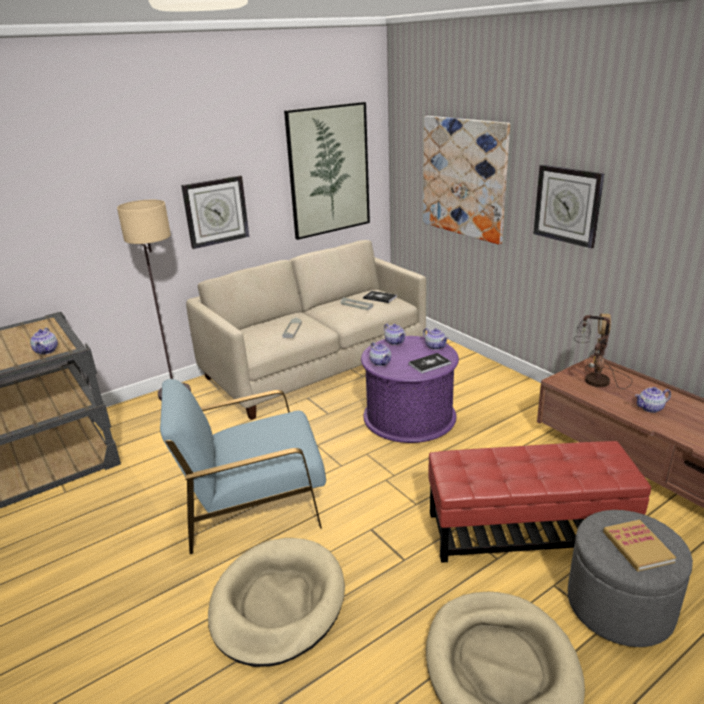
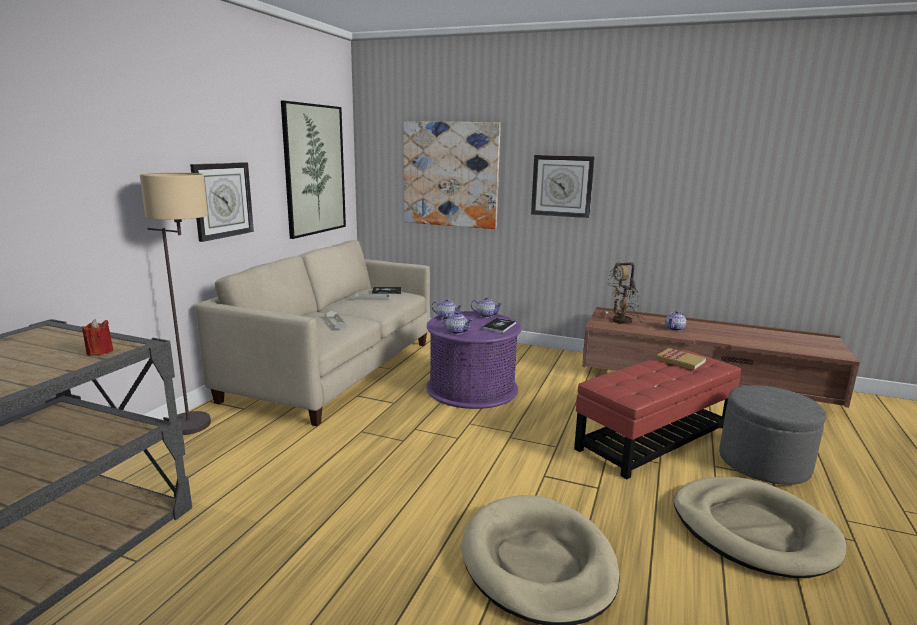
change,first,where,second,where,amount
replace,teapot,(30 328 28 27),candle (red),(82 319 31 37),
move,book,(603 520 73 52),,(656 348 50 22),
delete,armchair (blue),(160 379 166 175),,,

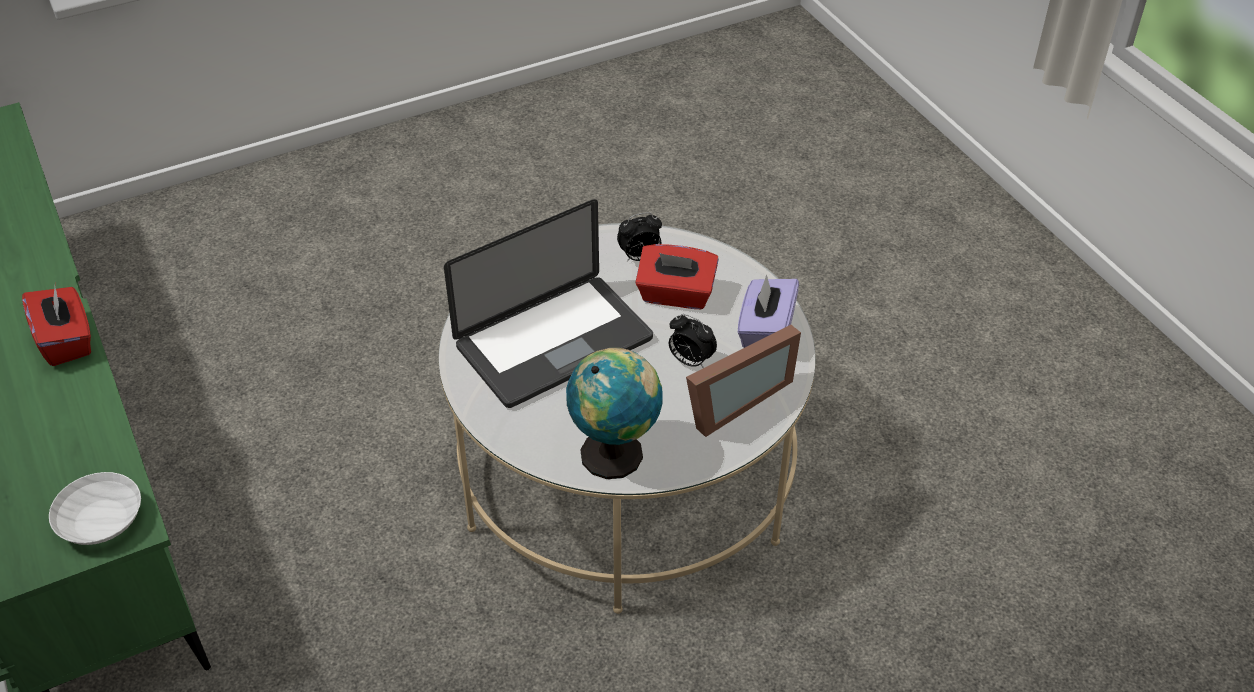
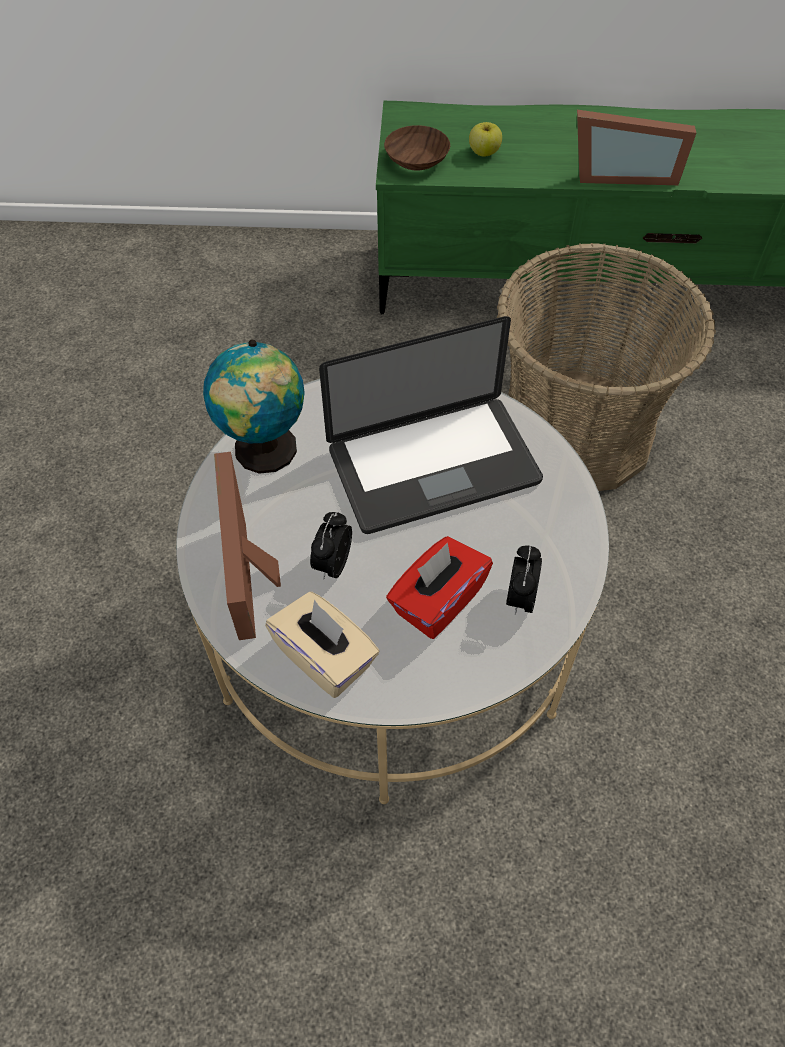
change,first,where,second,where,amount
recolor,tissue box (purple),(738 274 61 74),tissue box (beige),(265 592 114 106),
rotate,alarm clock,(669 314 48 54),,(310 512 42 67),45 degrees counterclockwise
rotate,laptop,(444 199 209 209),,(319 316 224 218),105 degrees counterclockwise
recolor,bowl (white),(49 472 92 73),bowl (brown),(384 125 66 46),
insert,,,apple,(469 122 33 35),
insert,,,basket,(497 243 219 248),
replace,tissue box (red),(22 287 69 79),picture frame,(577 110 119 75),

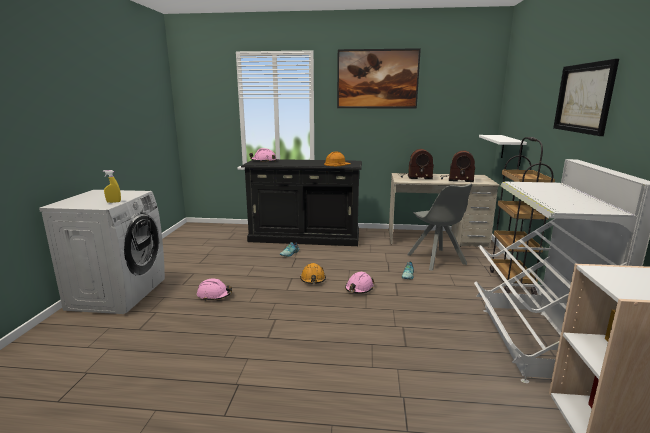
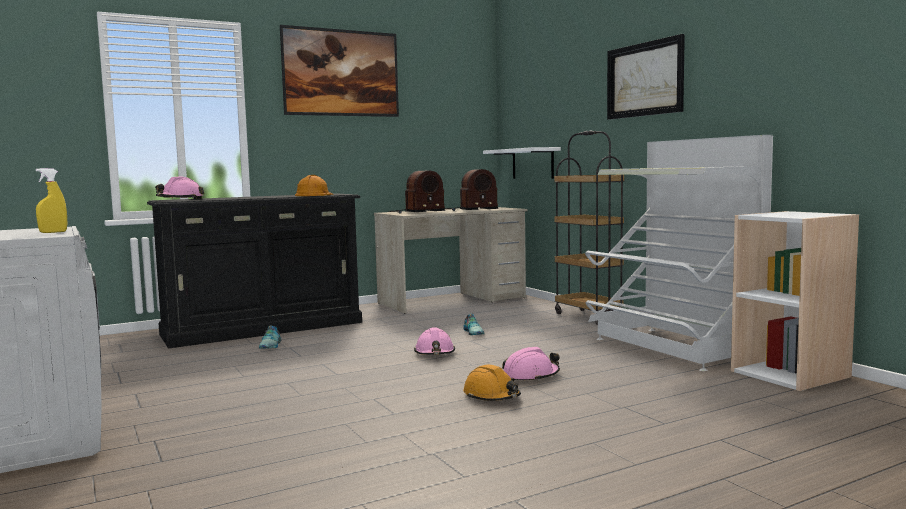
change,first,where,second,where,amount
move,hard hat (orange),(300 263 26 21),,(463 365 58 36),
move,hard hat (pink),(197 279 35 22),,(502 347 58 34),
delete,chair (grey),(407 184 65 87),,,

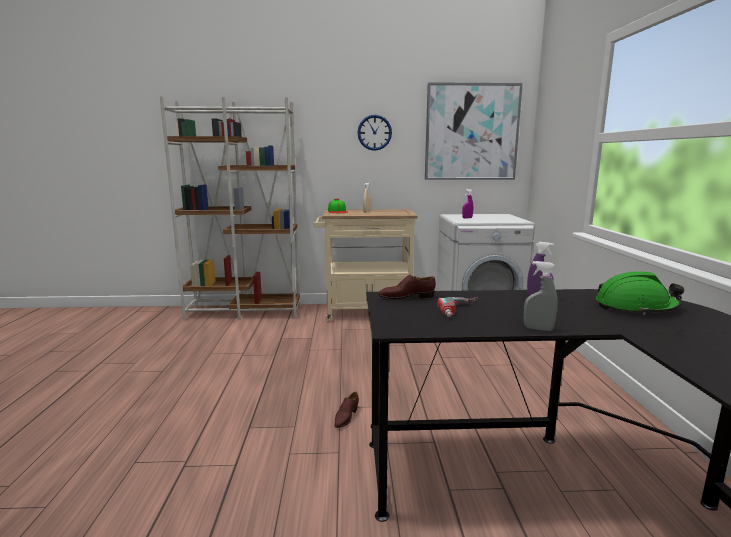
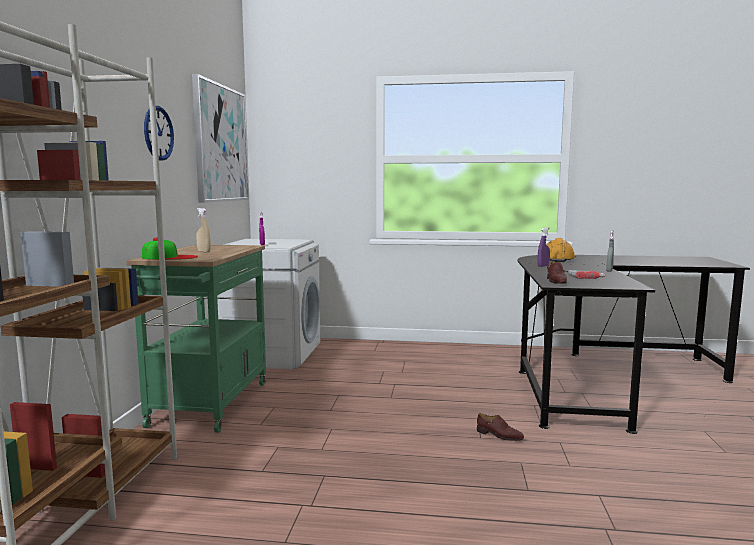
change,first,where,second,where,amount
recolor,cart (beige),(313 209 105 113),cart (green),(126 244 140 189),
recolor,hard hat (green),(596 271 88 44),hard hat (orange),(546 238 30 24),

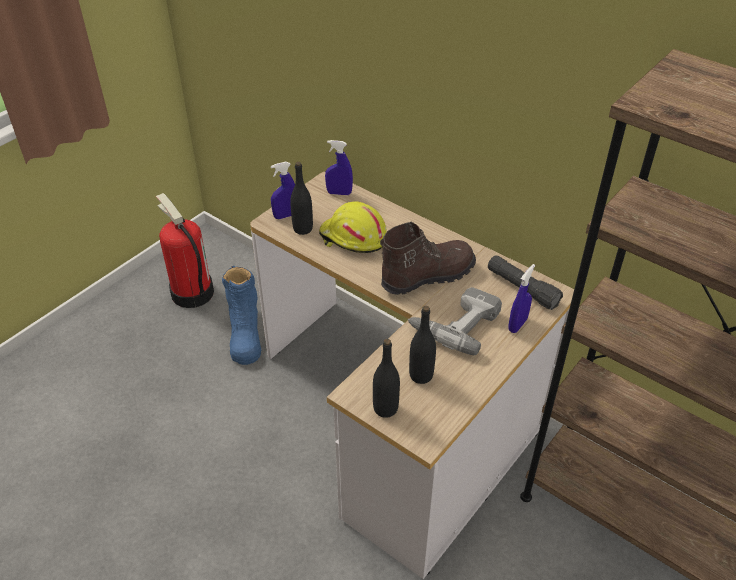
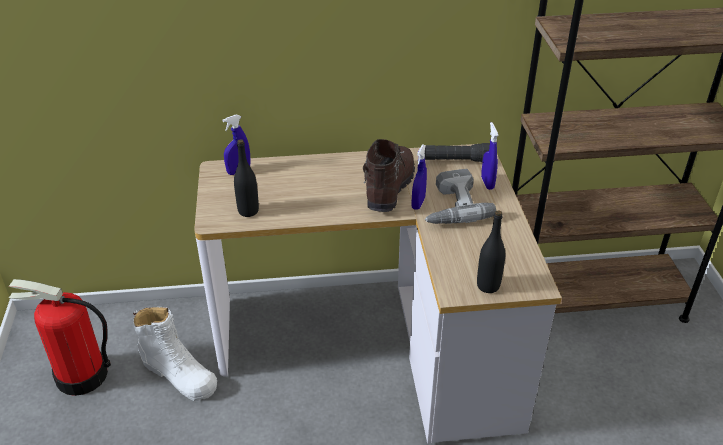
change,first,where,second,where,amount
recolor,boot (blue),(222 266 39 99),boot (white),(133 307 84 94),
move,spray bottle (blue),(271 162 24 57),,(412 144 15 66),
delete,hard hat (yellow),(319 201 67 52),,,
delete,bottle (black),(409 306 27 78),,,

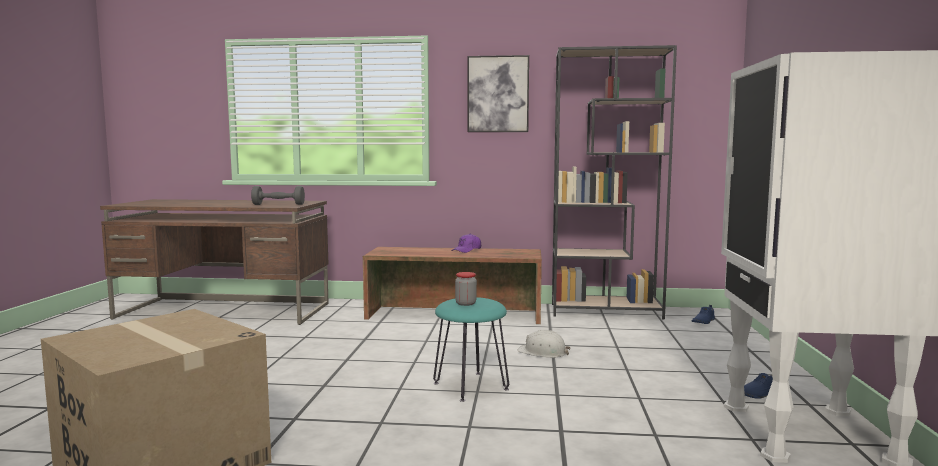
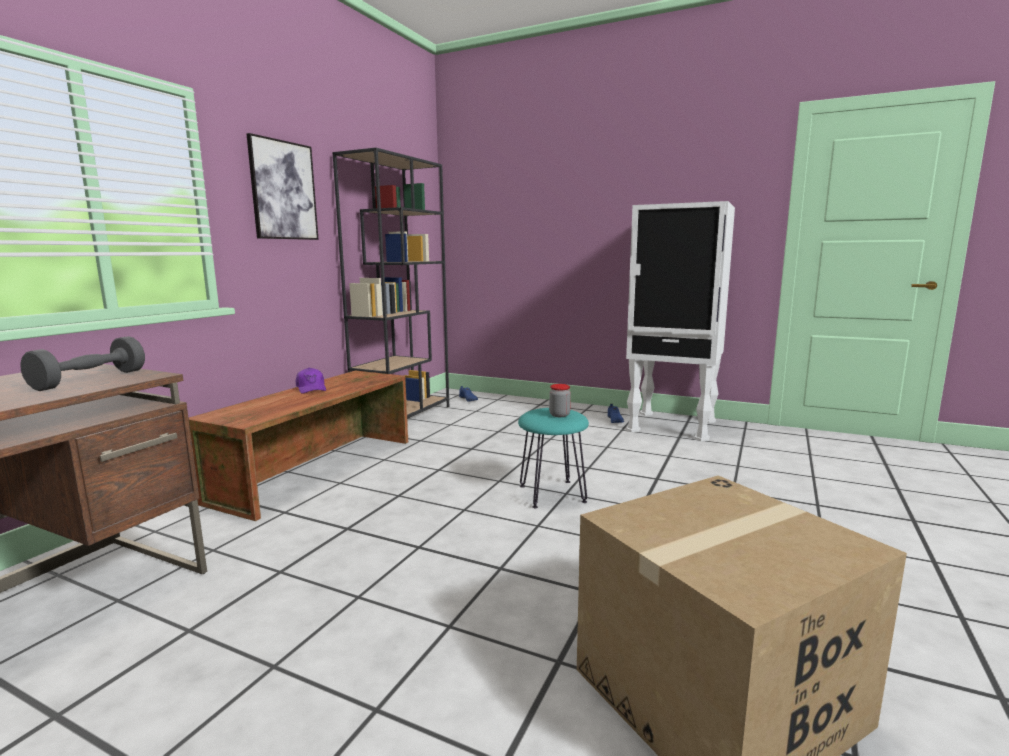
change,first,where,second,where,amount
delete,hard hat (white),(517 330 54 28),,,

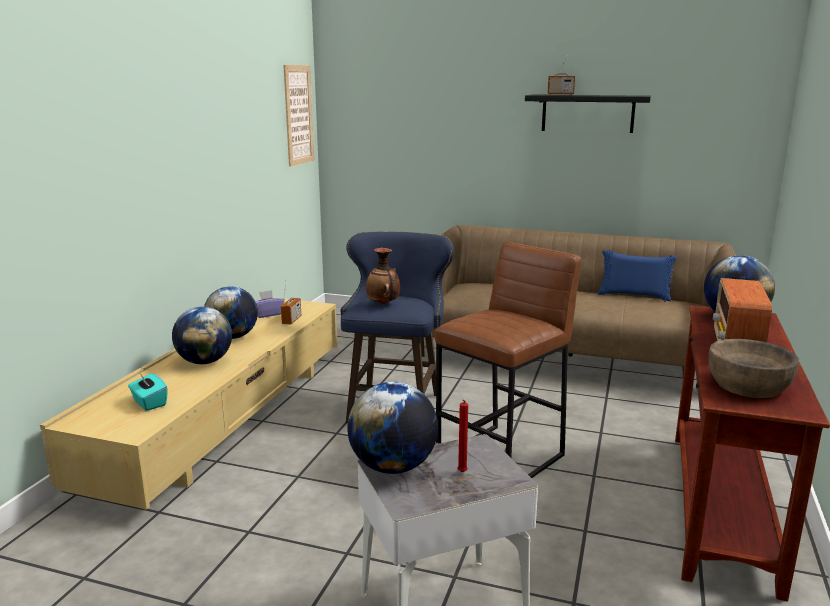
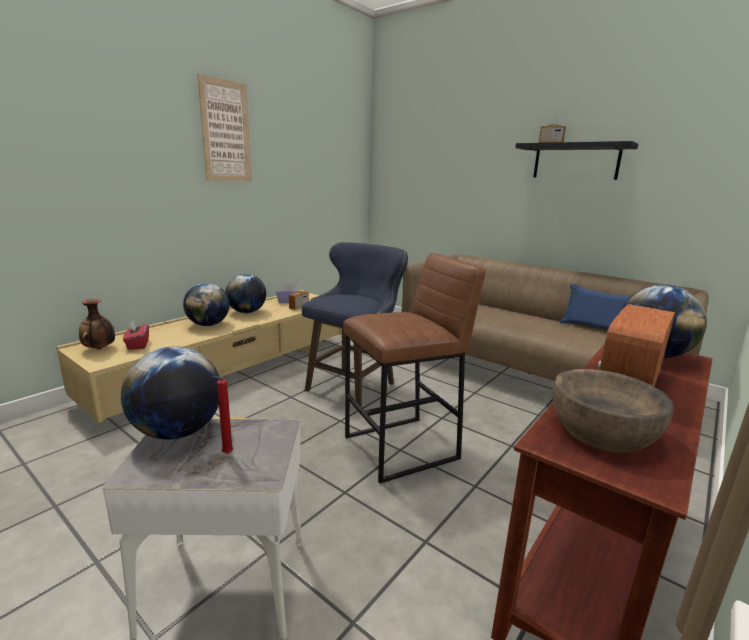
change,first,where,second,where,amount
move,vase,(366 248 34 56),,(79 299 36 50),
recolor,tissue box (turquoise),(128 374 40 37),tissue box (red),(123 321 26 29),
move,picture,(283 65 31 102),,(197 74 54 107),

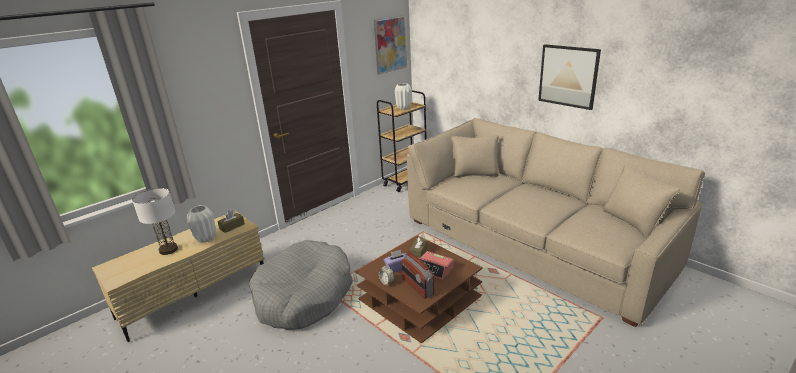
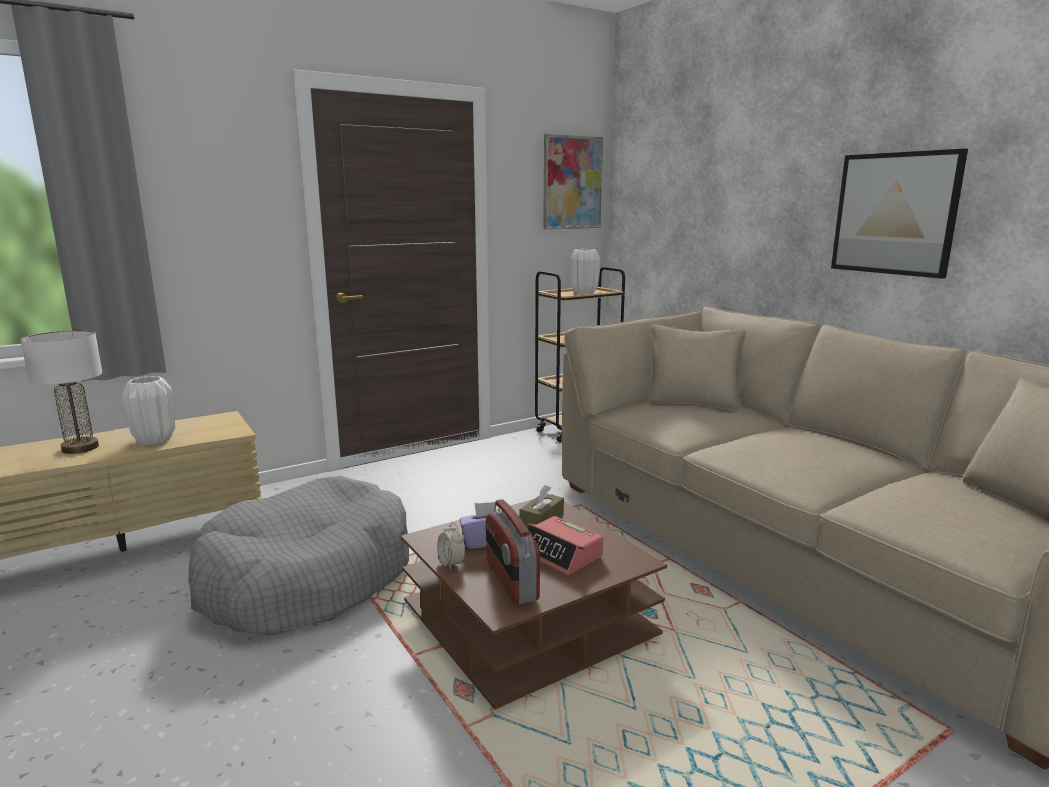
change,first,where,second,where,amount
delete,tissue box (brown),(217 210 28 23),,,

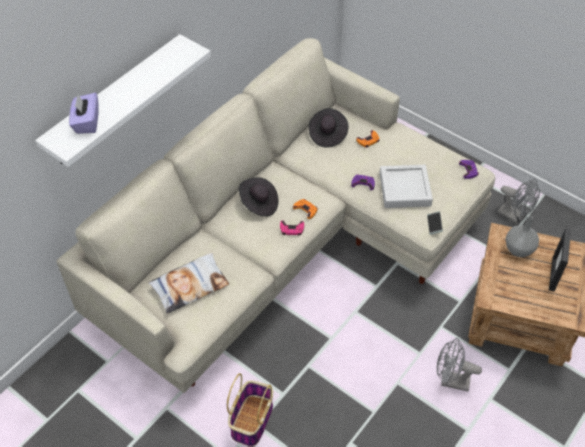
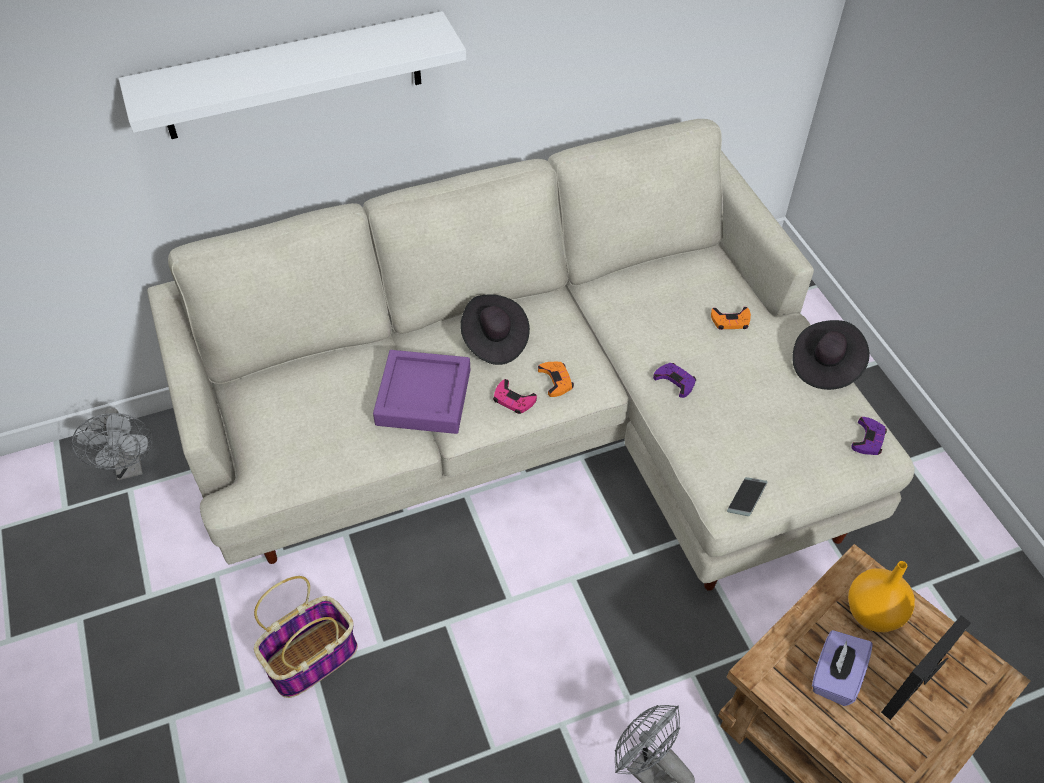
change,first,where,second,where,amount
move,fan (grey),(497 179 43 45),,(72 407 81 73),
insert,,,tray (purple),(373 350 97 84),
move,hat (black),(309 108 39 40),,(792 320 77 70),
move,tissue box (purple),(69 93 30 41),,(812 630 61 76),
recolor,vase (grey),(506 216 33 41),vase (orange),(848 561 67 71),
delete,pillow,(149 253 80 61),,,
delete,tray (grey),(379 165 54 43),,,

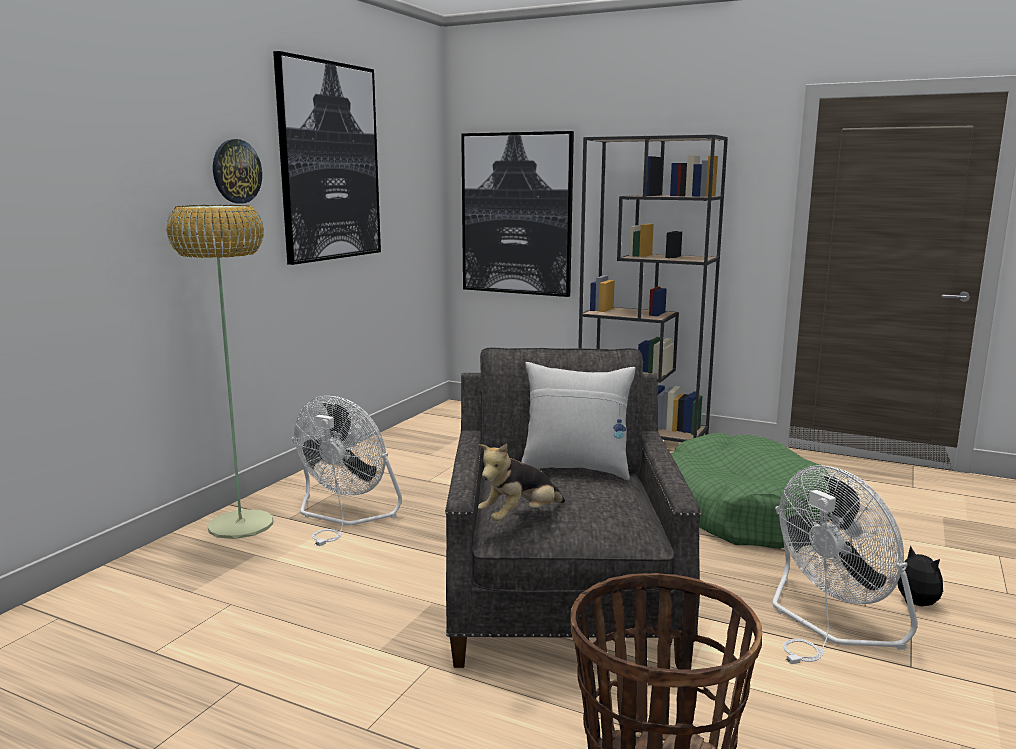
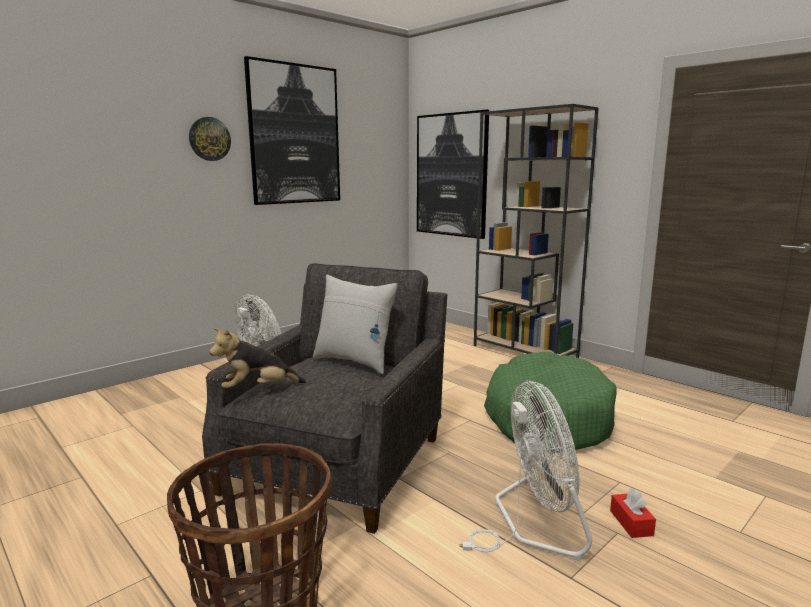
change,first,where,second,where,amount
replace,plush toy,(888 546 55 60),tissue box (red),(610 488 46 50),
delete,floor lamp,(166 205 107 334),,,

